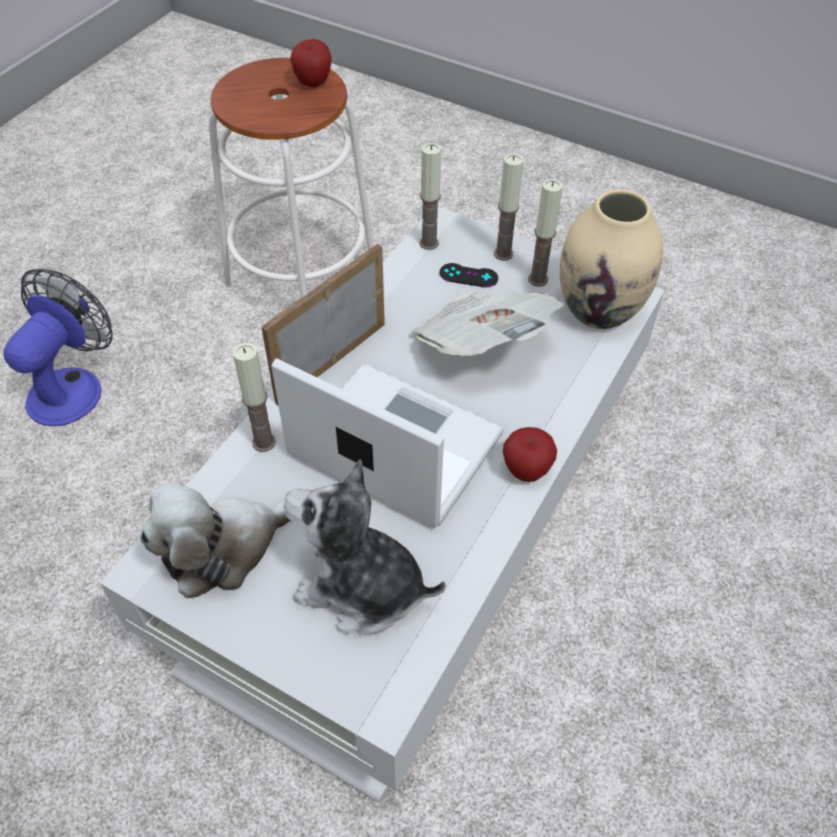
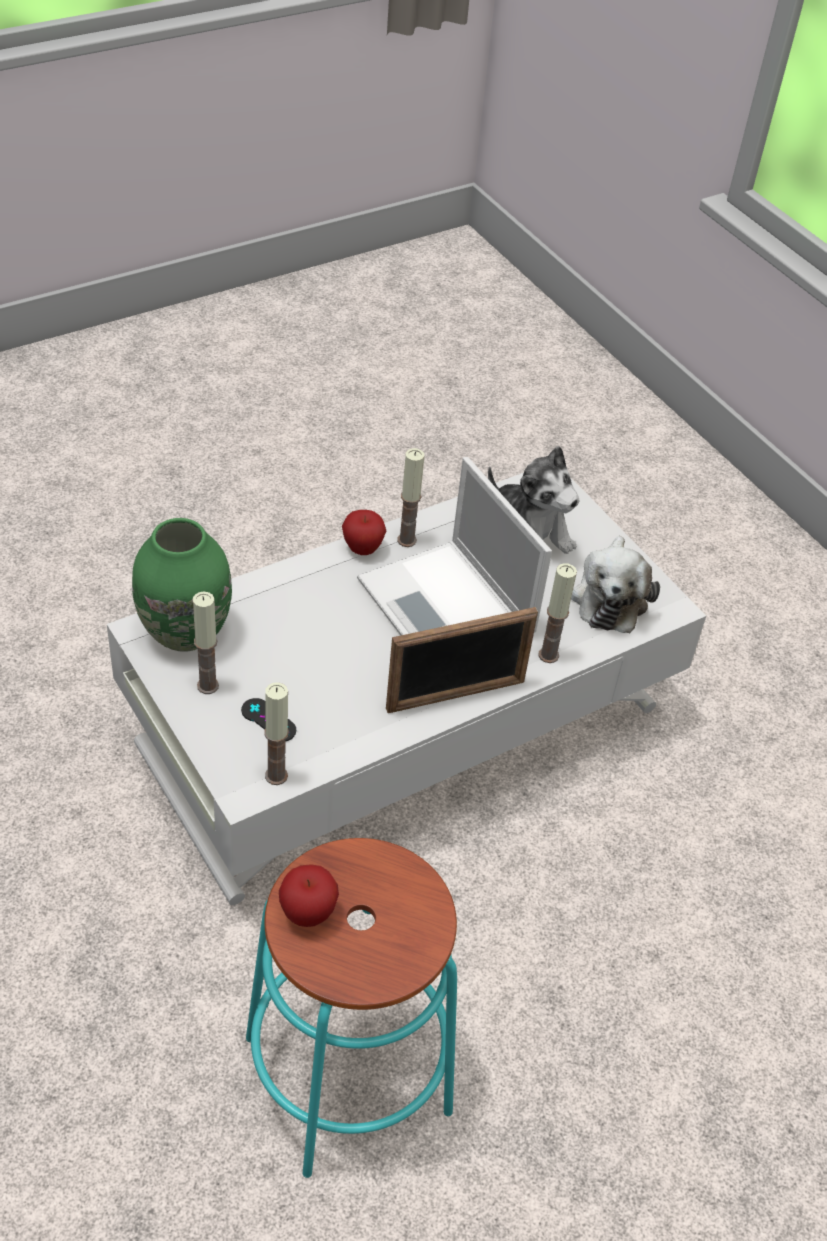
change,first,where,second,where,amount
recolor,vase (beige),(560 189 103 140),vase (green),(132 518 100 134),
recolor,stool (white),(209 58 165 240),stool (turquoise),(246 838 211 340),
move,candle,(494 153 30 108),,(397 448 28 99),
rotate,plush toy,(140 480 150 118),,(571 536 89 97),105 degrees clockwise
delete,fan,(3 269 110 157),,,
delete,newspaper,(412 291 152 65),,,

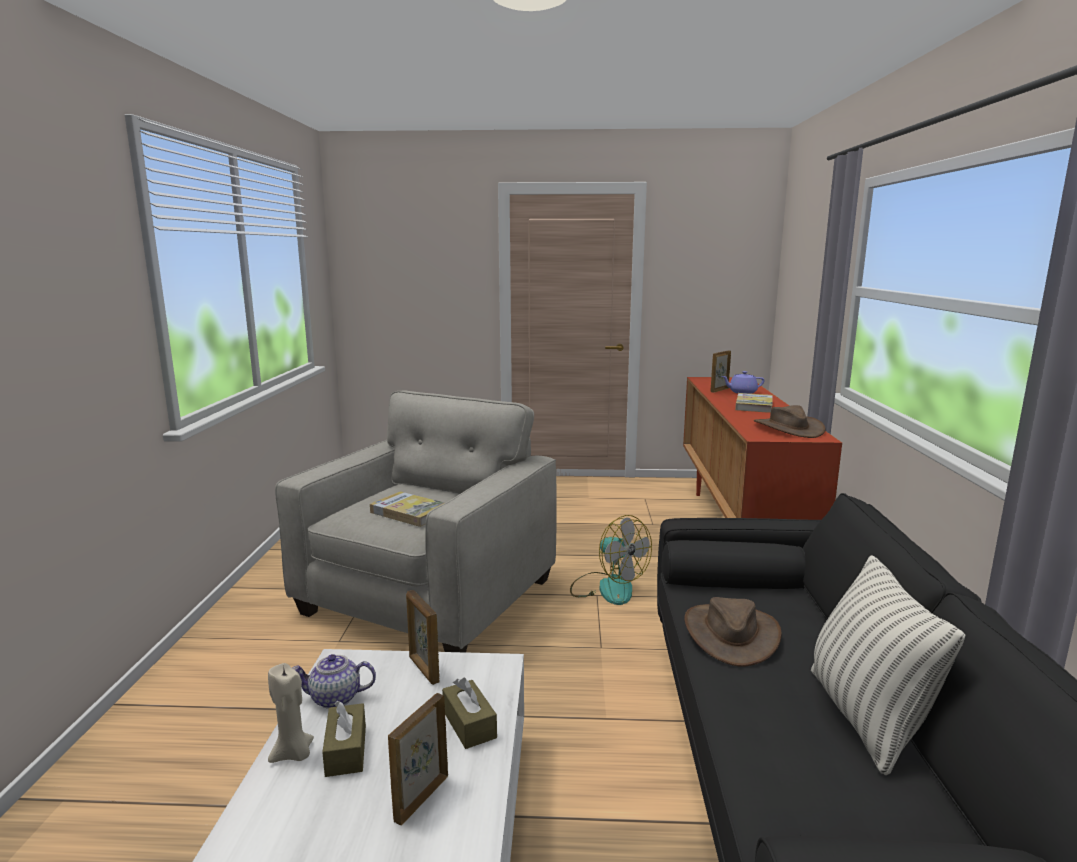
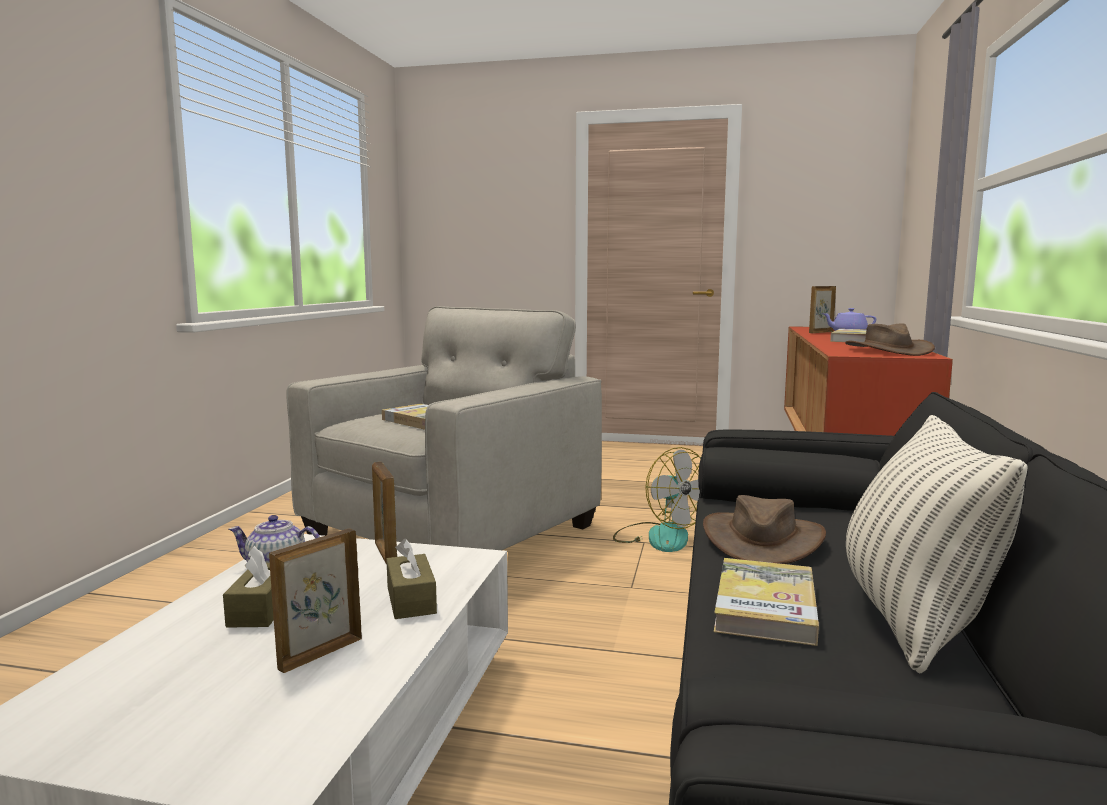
change,first,where,second,where,amount
insert,,,book,(714 558 105 88),
delete,candle (beige),(268 663 46 100),,,

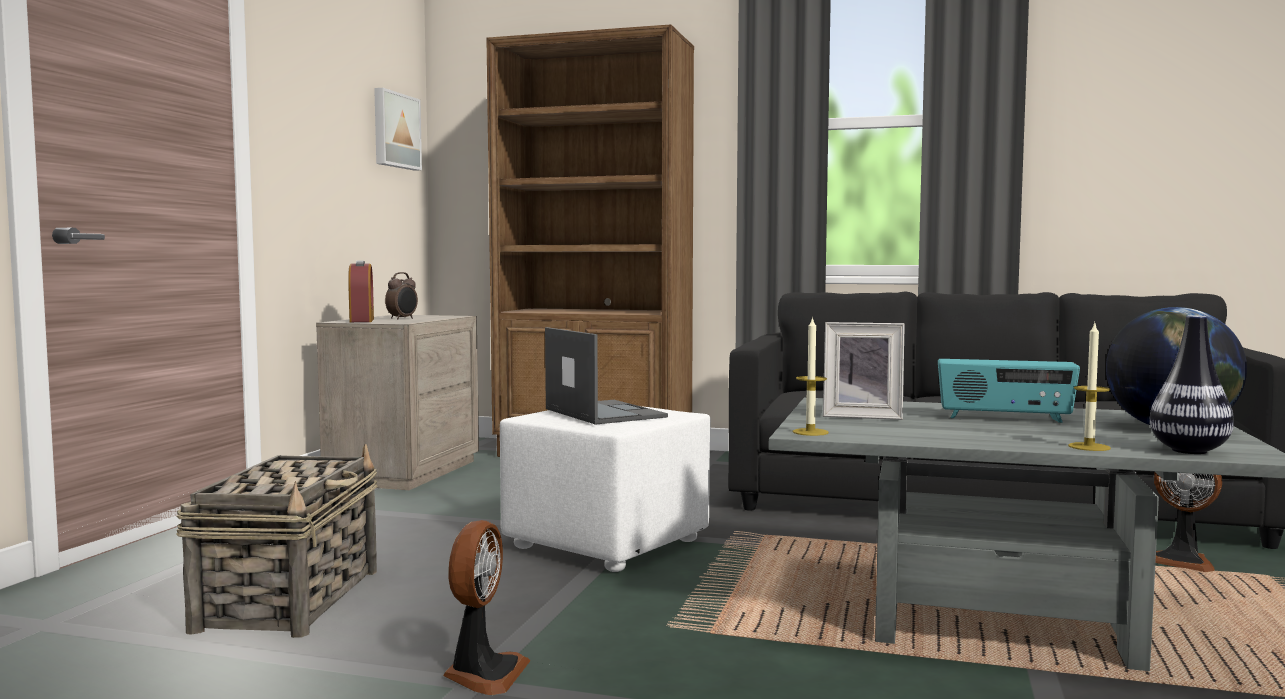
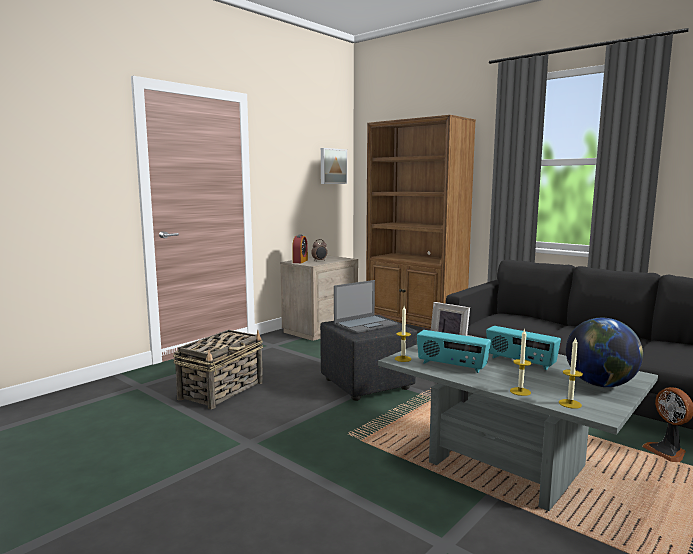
change,first,where,second,where,amount
recolor,ottoman (white),(500 406 211 166),ottoman (black),(320 315 97 86),
rotate,laptop,(545 327 123 98),,(334 280 63 53),60 degrees clockwise
insert,,,radio,(417 330 74 43),
replace,vase,(1150 315 84 139),candle,(559 337 24 72),
delete,fan,(443 520 88 175),,,

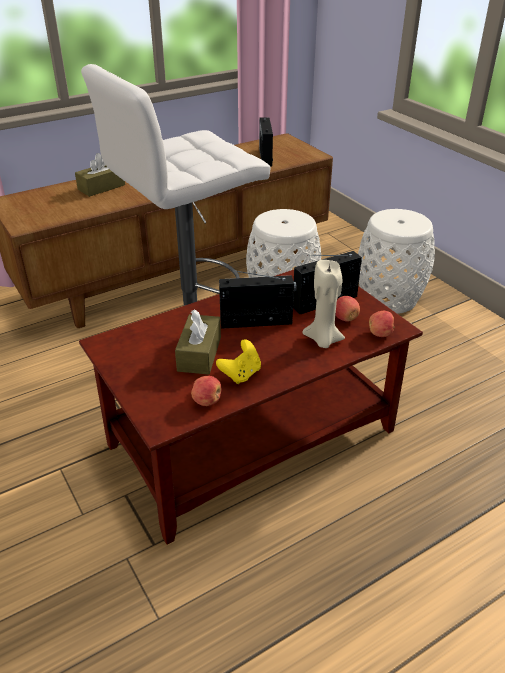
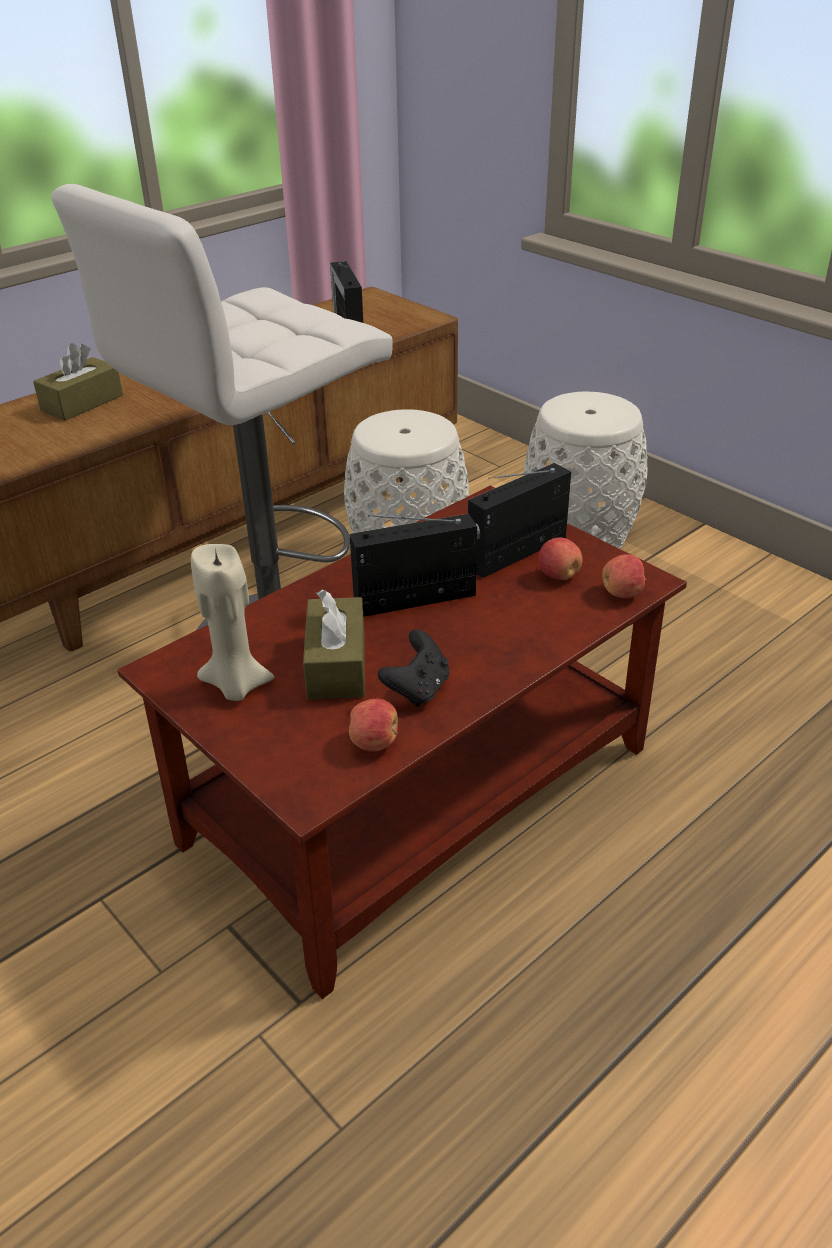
change,first,where,second,where,amount
move,candle (beige),(302 260 43 88),,(191 544 84 157),
recolor,game controller (yellow),(216 339 45 45),game controller (black),(378 630 71 77),

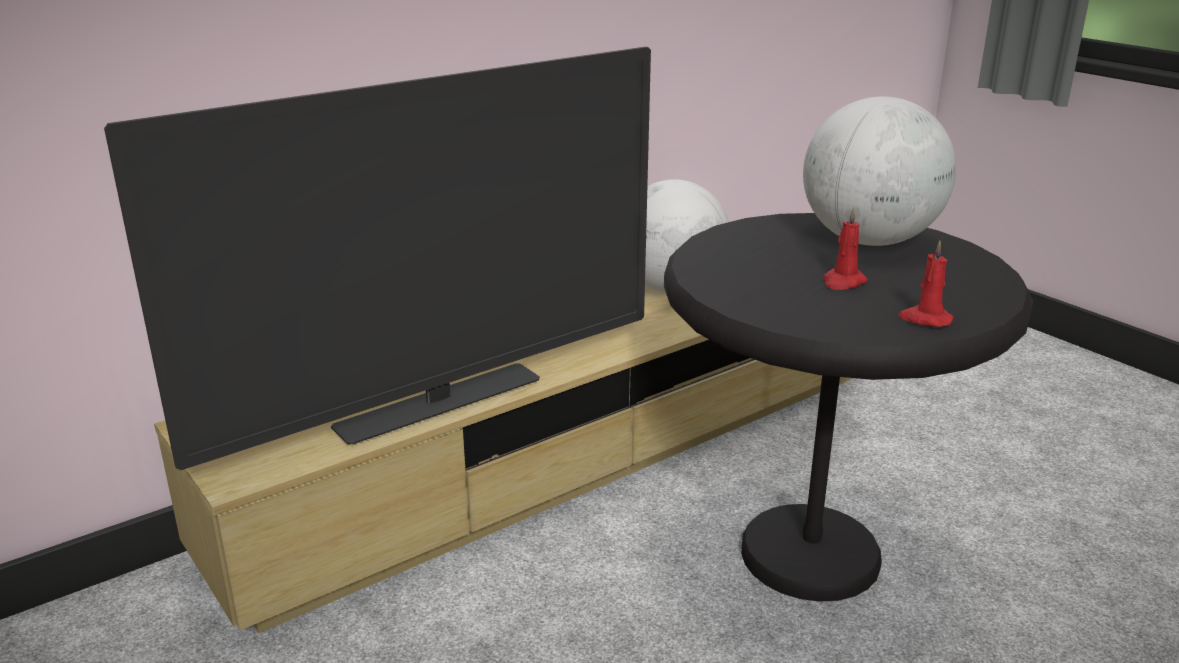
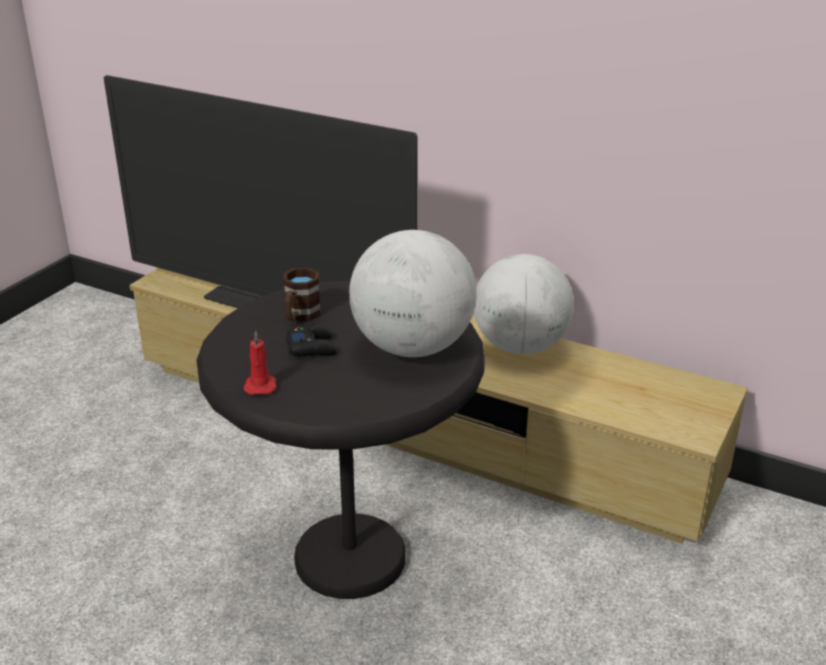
change,first,where,second,where,amount
insert,,,mug (brown),(283 267 38 54),
replace,candle (red),(823 207 45 83),game controller (black),(286 324 51 33),

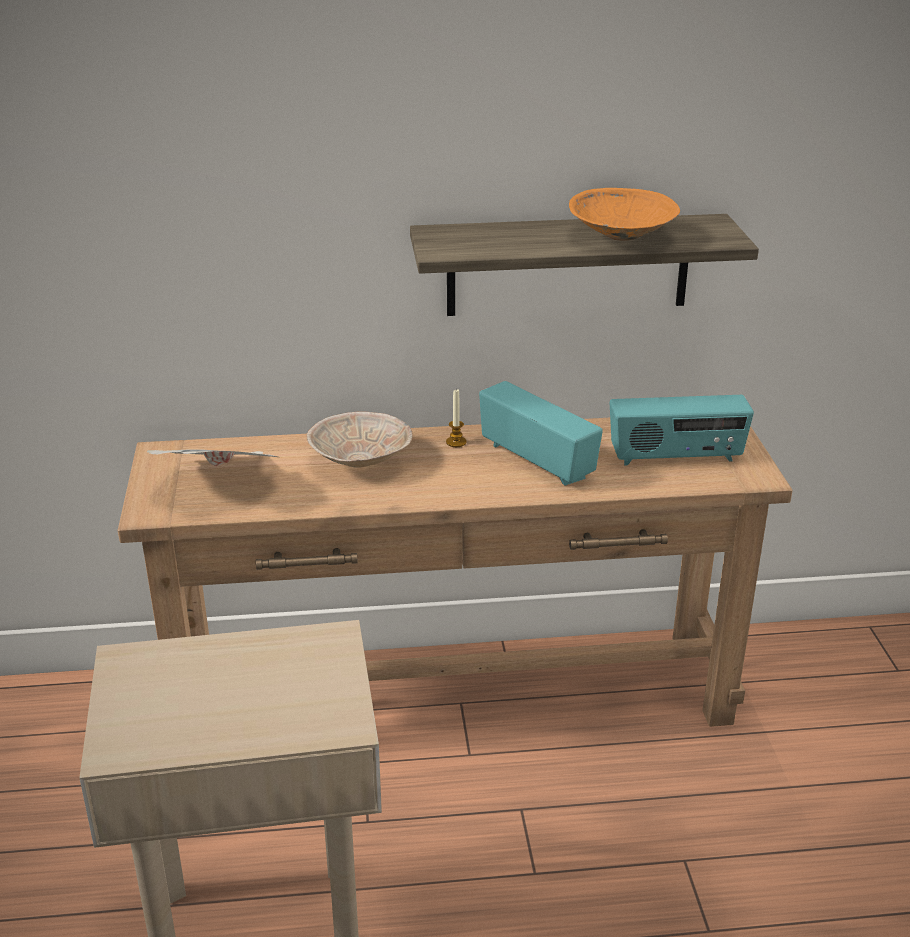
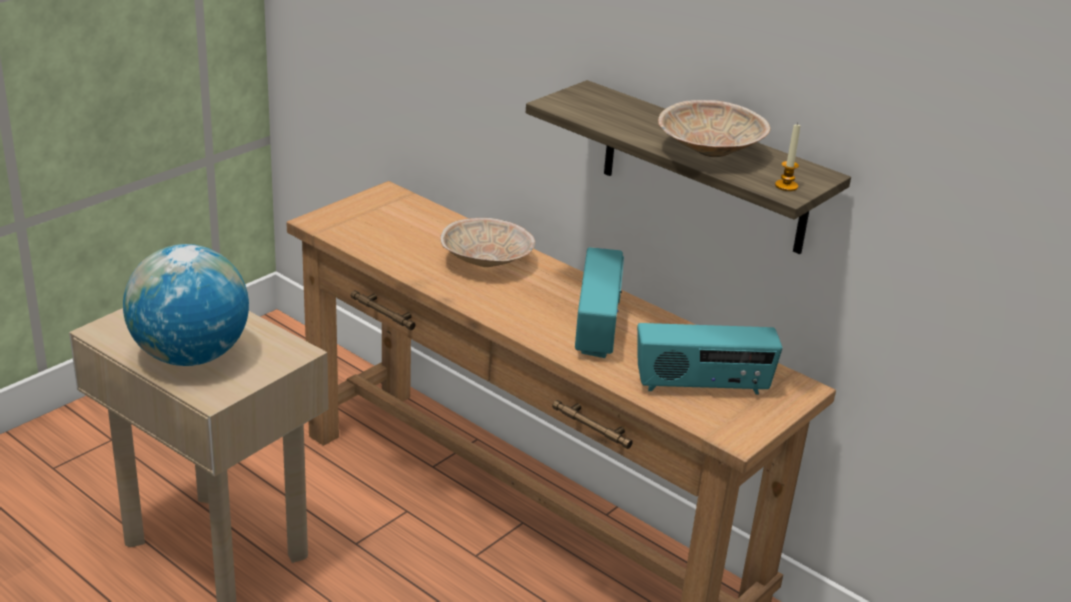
change,first,where,second,where,amount
insert,,,globe,(123 244 126 122),
rotate,radio,(610 395 144 70),,(637 323 145 72),45 degrees counterclockwise
recolor,bowl (orange),(569 188 111 53),bowl (beige),(658 100 112 57),
move,candle,(446 389 20 58),,(775 123 26 68),
delete,newspaper,(147 449 131 17),,,

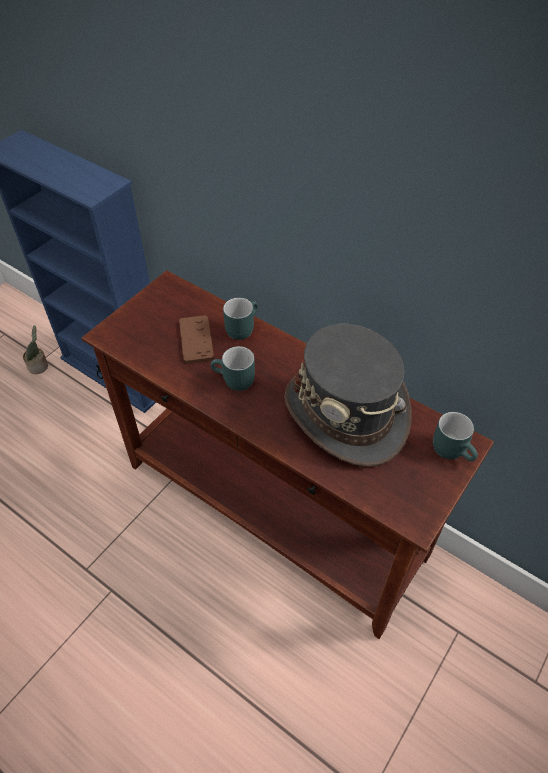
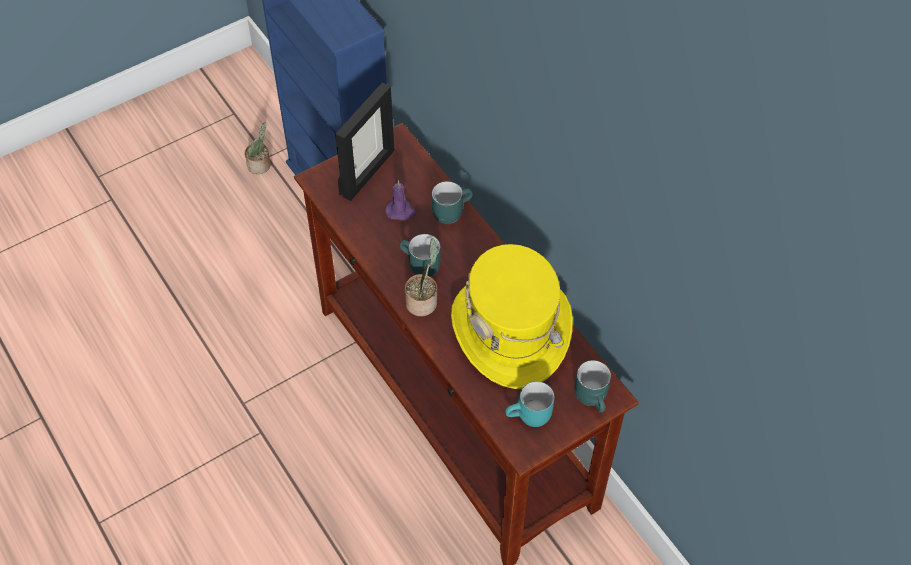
change,first,where,second,where,amount
insert,,,picture frame,(335 83 59 118),
replace,game controller (brown),(179 315 35 49),candle (purple),(385 180 31 41),
insert,,,potted plant,(404 238 33 79),
recolor,hat (grey),(285 324 127 143),hat (yellow),(451 244 122 145),
insert,,,mug (turquoise),(505 381 50 46),

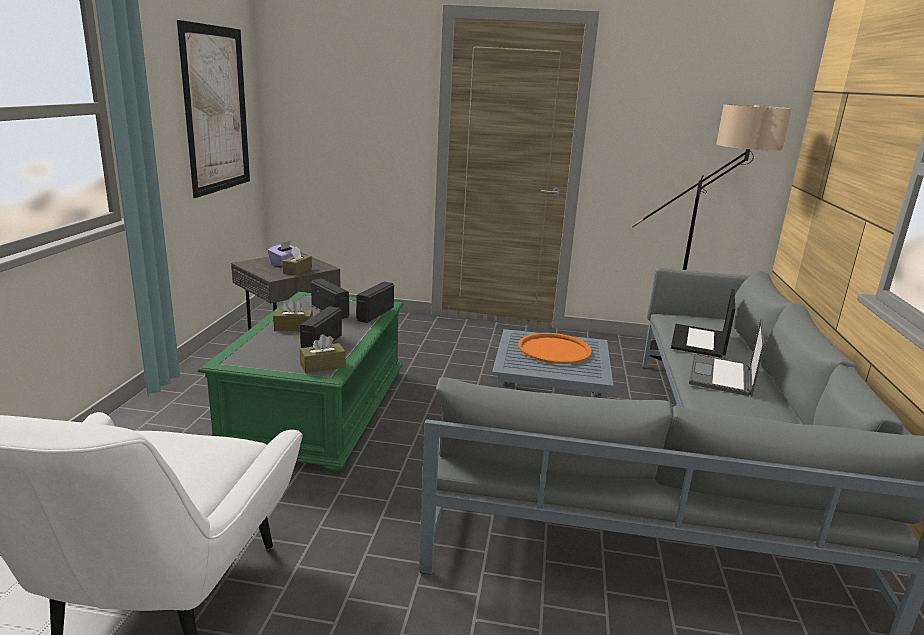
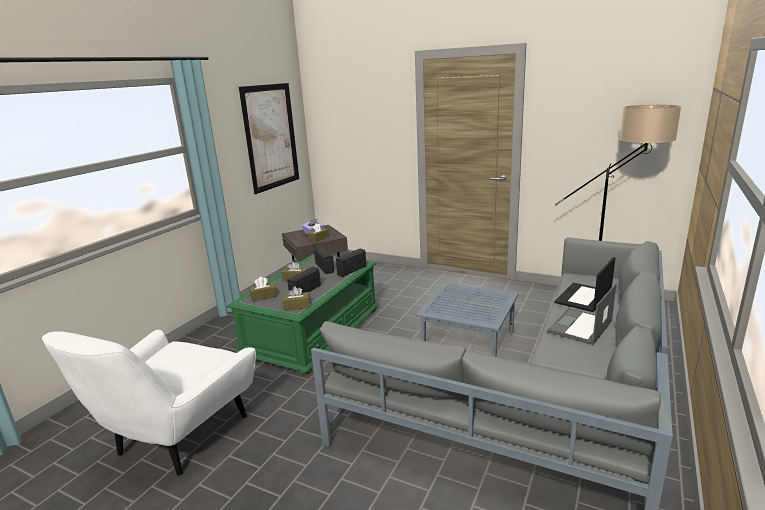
change,first,where,second,where,amount
insert,,,tissue box (brown),(249 277 28 24),
delete,tray (orange),(518 333 74 31),,,

